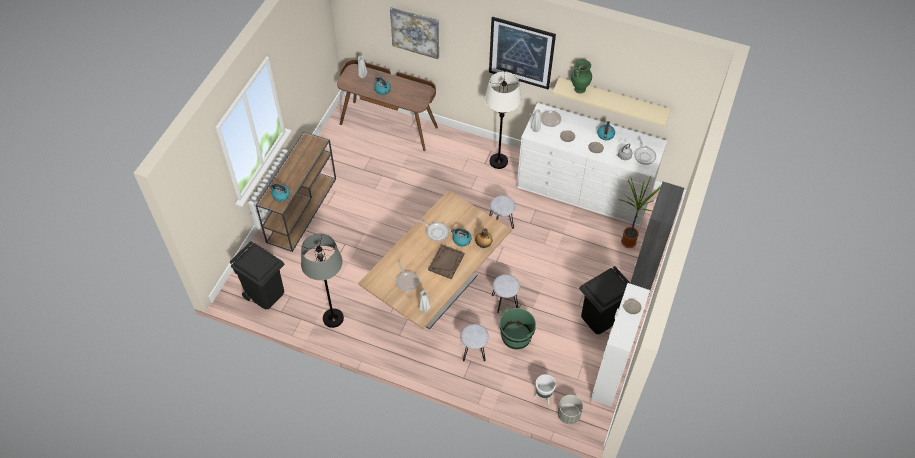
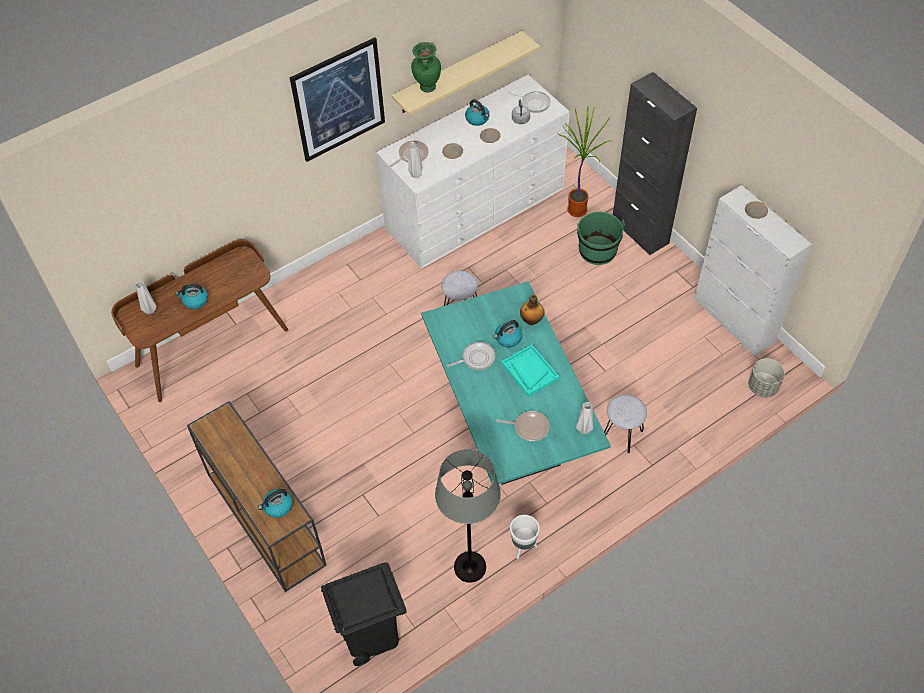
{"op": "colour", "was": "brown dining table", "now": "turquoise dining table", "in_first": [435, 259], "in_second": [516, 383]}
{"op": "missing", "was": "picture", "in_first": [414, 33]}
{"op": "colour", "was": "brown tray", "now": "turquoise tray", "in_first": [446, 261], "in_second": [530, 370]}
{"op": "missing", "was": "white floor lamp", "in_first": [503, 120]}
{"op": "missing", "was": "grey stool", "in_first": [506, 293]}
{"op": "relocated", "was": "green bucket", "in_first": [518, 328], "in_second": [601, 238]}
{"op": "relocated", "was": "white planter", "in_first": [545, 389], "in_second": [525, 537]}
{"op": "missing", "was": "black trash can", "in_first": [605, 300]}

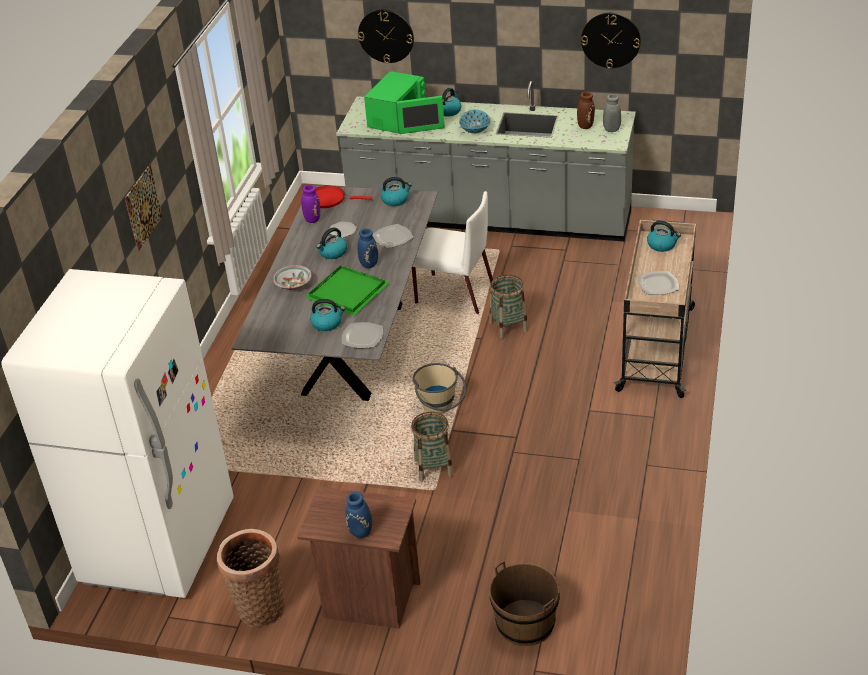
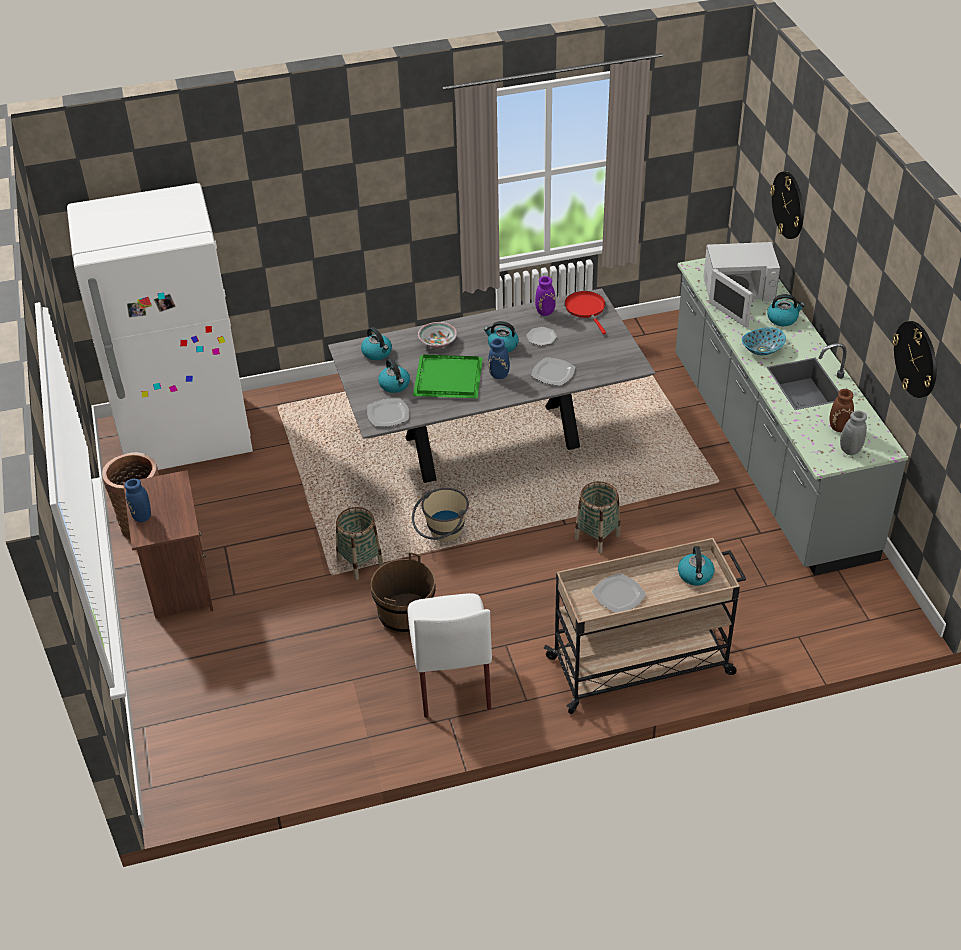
{"op": "missing", "was": "picture", "in_first": [143, 208]}
{"op": "colour", "was": "green microwave", "now": "white microwave", "in_first": [404, 102], "in_second": [741, 285]}
{"op": "relocated", "was": "kettle", "in_first": [396, 191], "in_second": [376, 343]}
{"op": "relocated", "was": "white chair", "in_first": [452, 252], "in_second": [449, 655]}
{"op": "relocated", "was": "brown bucket", "in_first": [524, 603], "in_second": [403, 593]}

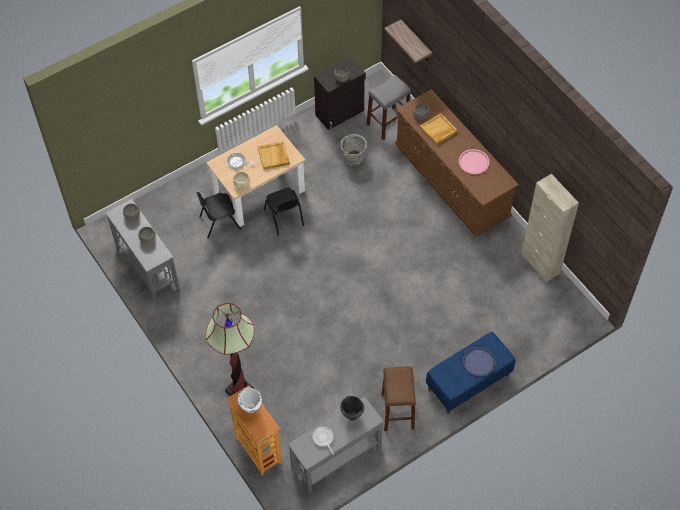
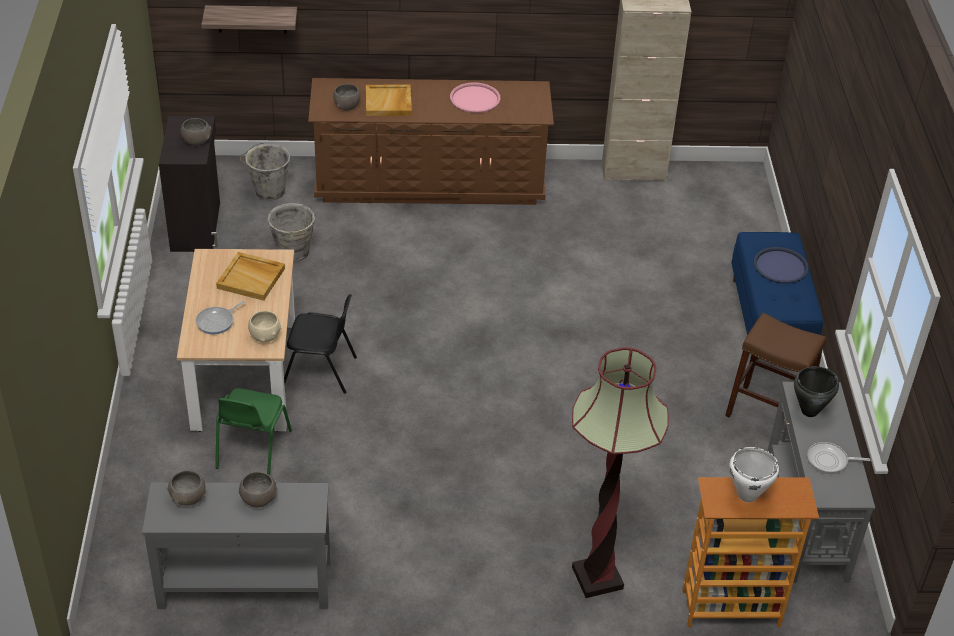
{"op": "colour", "was": "black chair", "now": "green chair", "in_first": [218, 215], "in_second": [253, 431]}
{"op": "exchanged", "was": "grey stool", "now": "grey bucket", "in_first": [389, 107], "in_second": [265, 172]}

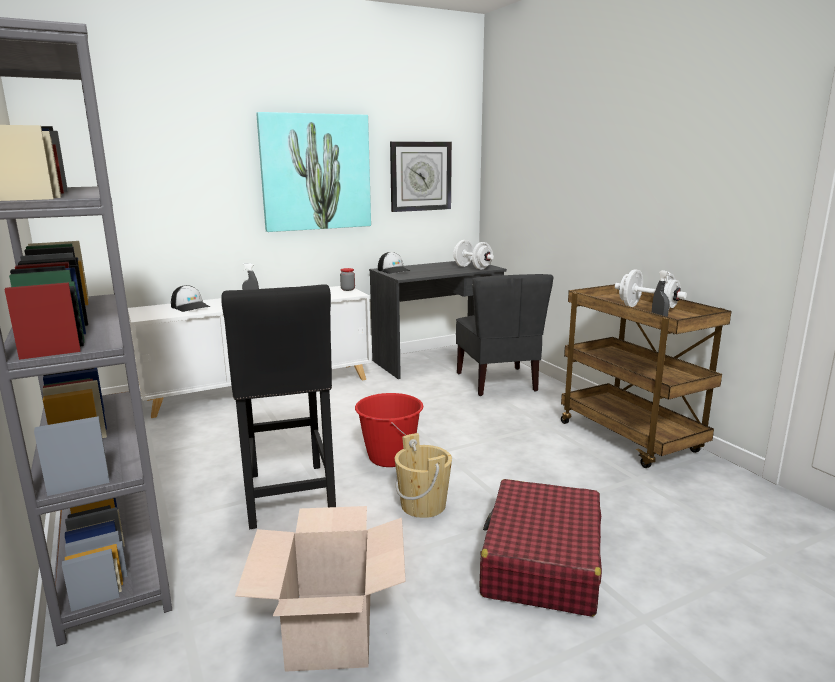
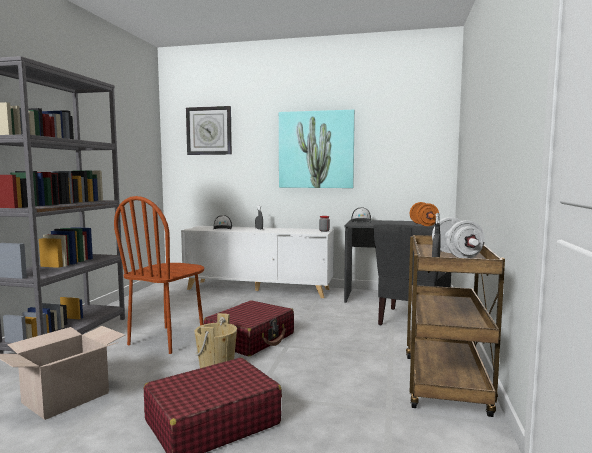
{"op": "exchanged", "was": "black stool", "now": "brown chair", "in_first": [278, 406], "in_second": [159, 275]}
{"op": "exchanged", "was": "red bucket", "now": "red suitcase", "in_first": [389, 430], "in_second": [249, 328]}
{"op": "relocated", "was": "wall clock", "in_first": [421, 176], "in_second": [209, 130]}
{"op": "colour", "was": "white dumbbell", "now": "orange dumbbell", "in_first": [473, 254], "in_second": [424, 214]}

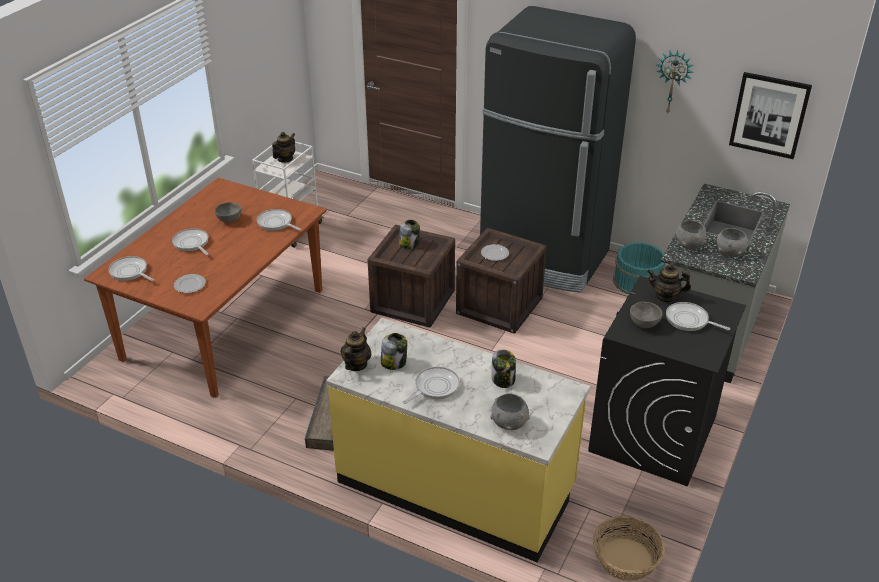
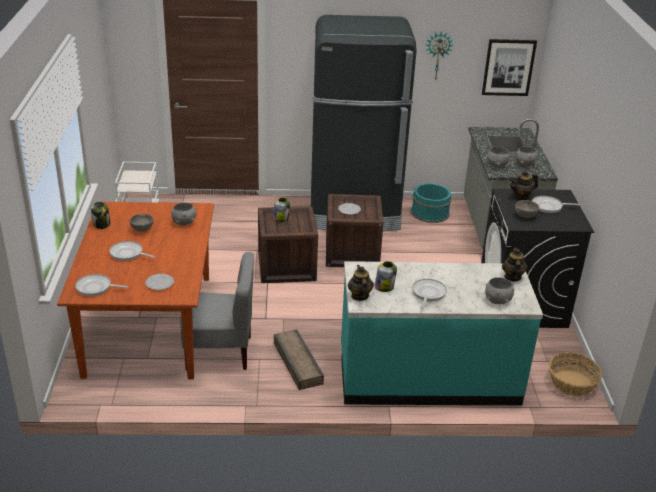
{"op": "exchanged", "was": "frying pan", "now": "grey bowl", "in_first": [279, 220], "in_second": [183, 214]}
{"op": "relocated", "was": "teapot", "in_first": [283, 147], "in_second": [515, 264]}
{"op": "colour", "was": "yellow counter", "now": "turquoise counter", "in_first": [458, 440], "in_second": [442, 333]}
{"op": "relocated", "was": "jar", "in_first": [504, 368], "in_second": [100, 215]}
{"op": "appeared", "now": "grey chair", "in_second": [217, 311]}

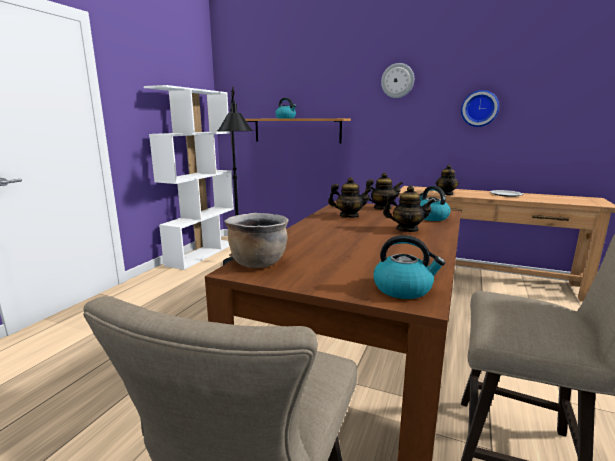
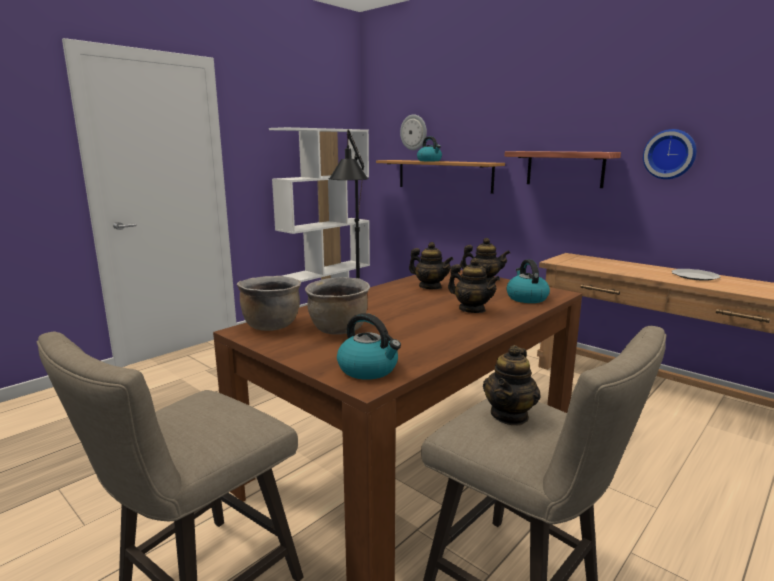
{"op": "relocated", "was": "wall clock", "in_first": [397, 80], "in_second": [413, 132]}
{"op": "relocated", "was": "teapot", "in_first": [447, 180], "in_second": [512, 385]}
{"op": "appeared", "now": "brown cooking pot", "in_second": [337, 306]}
{"op": "appeared", "now": "shelf", "in_second": [562, 169]}

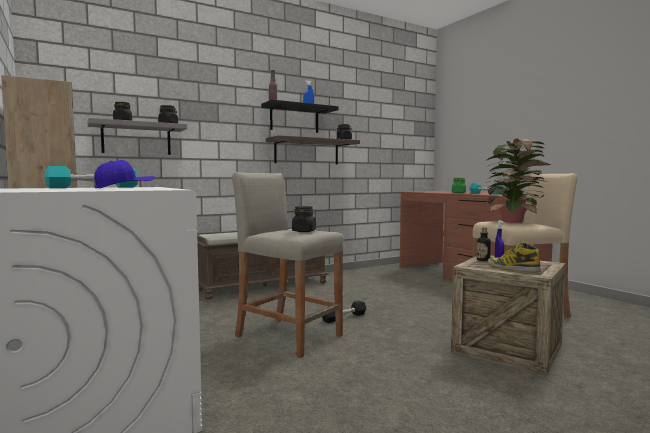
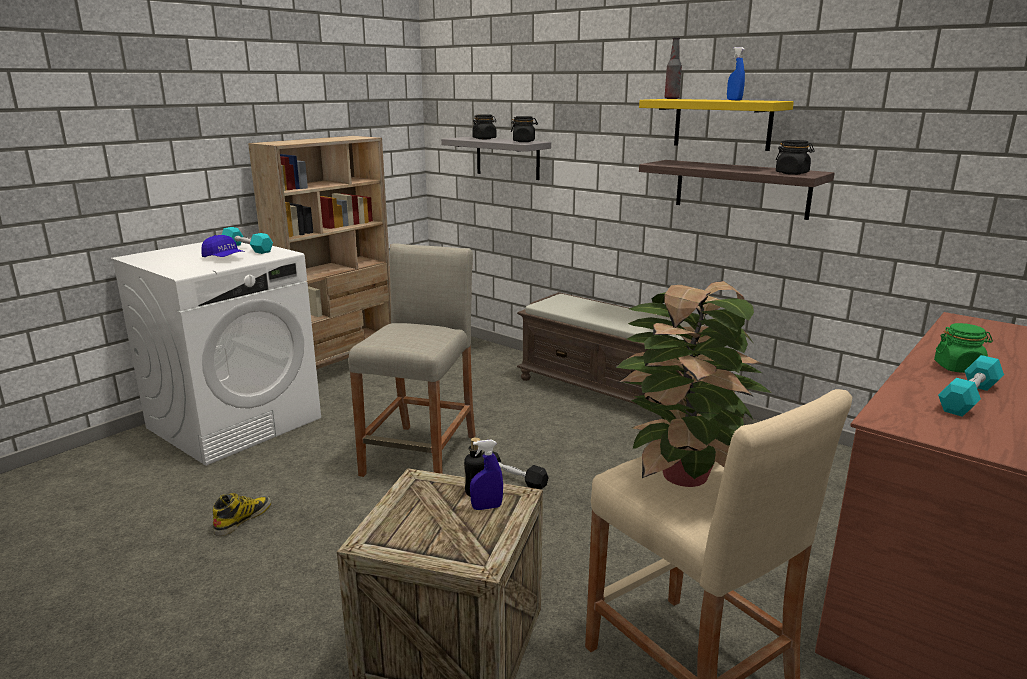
{"op": "colour", "was": "black shelf", "now": "yellow shelf", "in_first": [299, 116], "in_second": [716, 125]}
{"op": "missing", "was": "black jar", "in_first": [304, 219]}
{"op": "relocated", "was": "boot", "in_first": [514, 257], "in_second": [241, 514]}

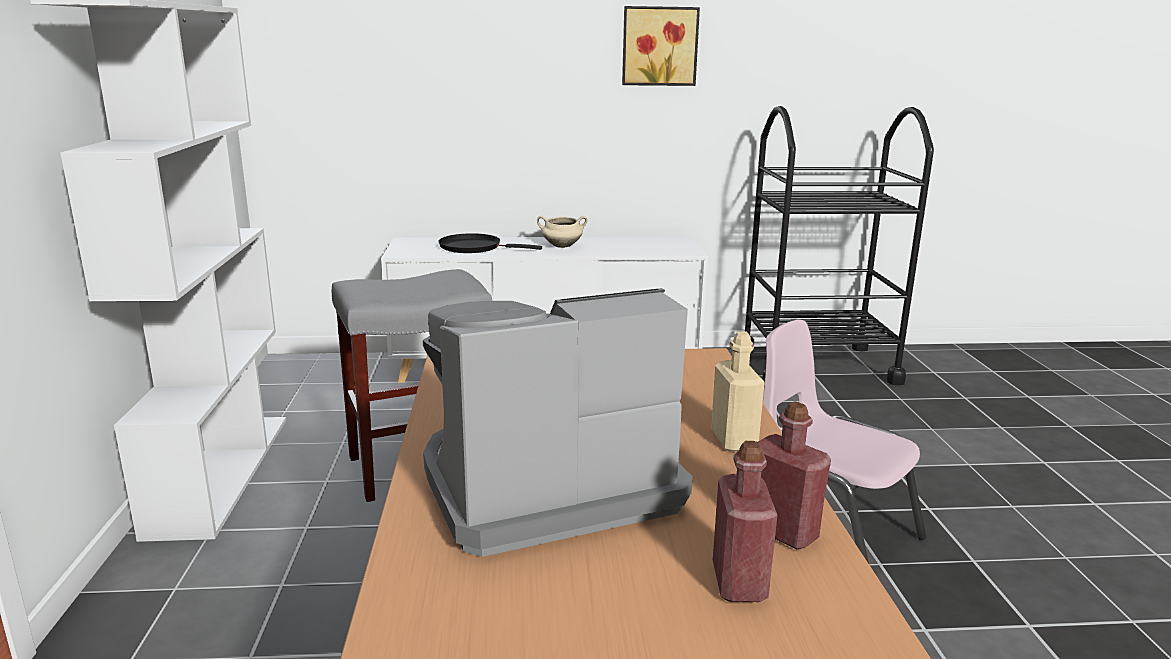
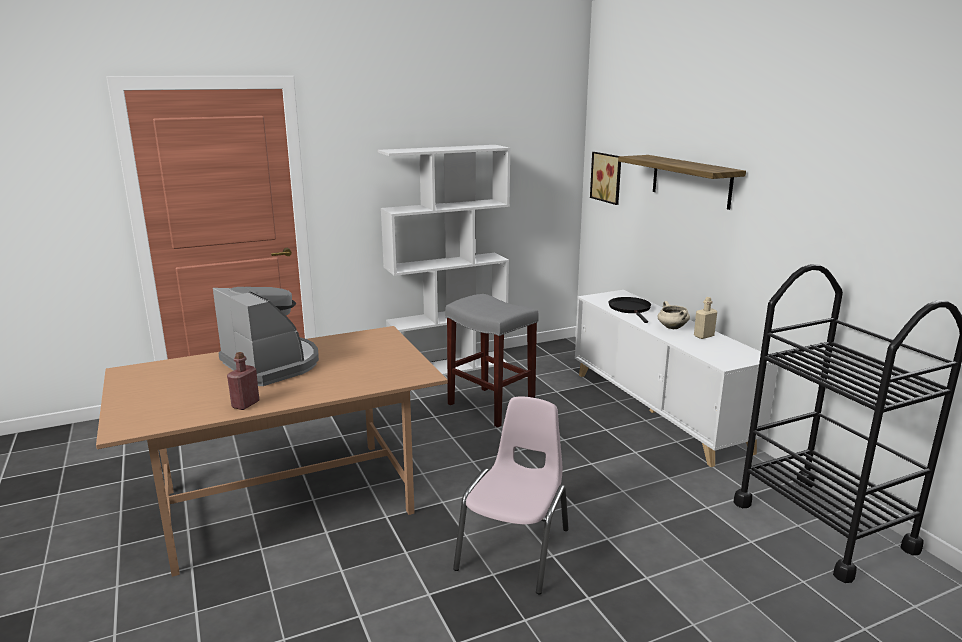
{"op": "relocated", "was": "picture", "in_first": [661, 46], "in_second": [605, 178]}
{"op": "relocated", "was": "beige bottle", "in_first": [738, 391], "in_second": [705, 318]}
{"op": "missing", "was": "red bottle", "in_first": [745, 521]}
{"op": "appeared", "now": "shelf", "in_second": [682, 182]}

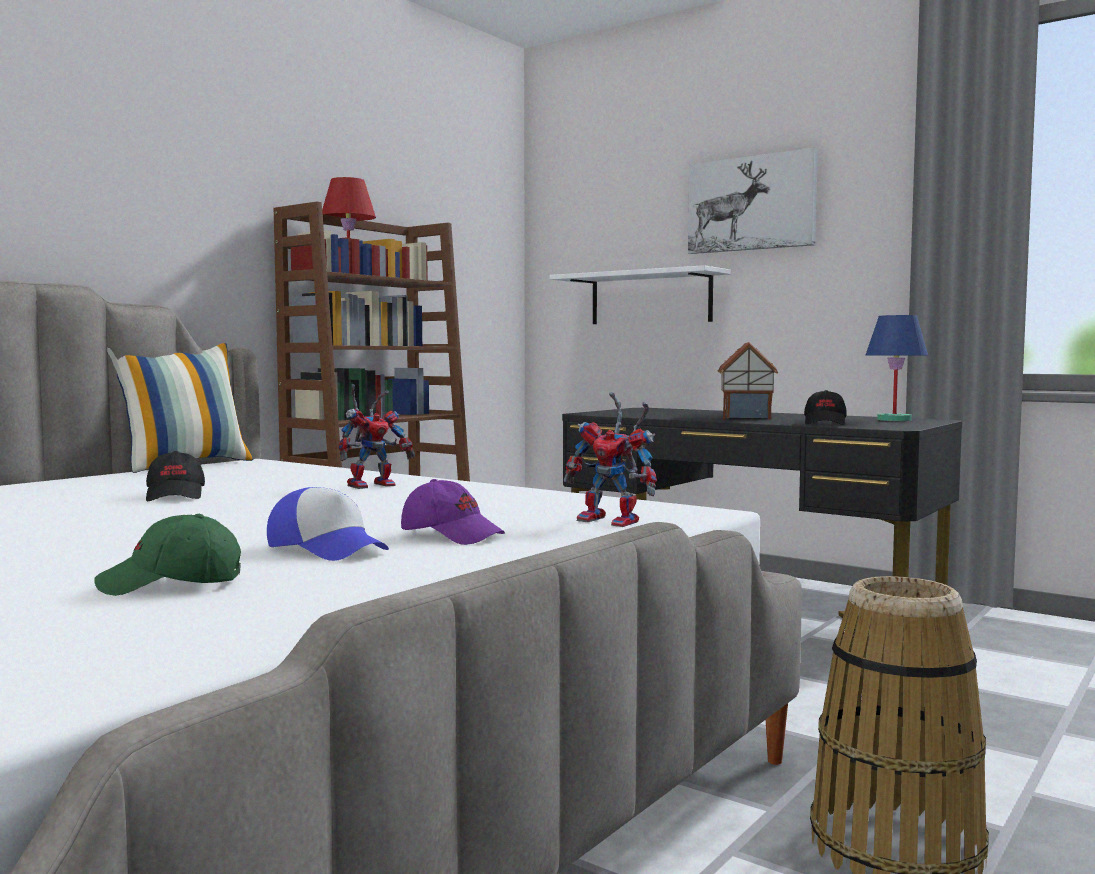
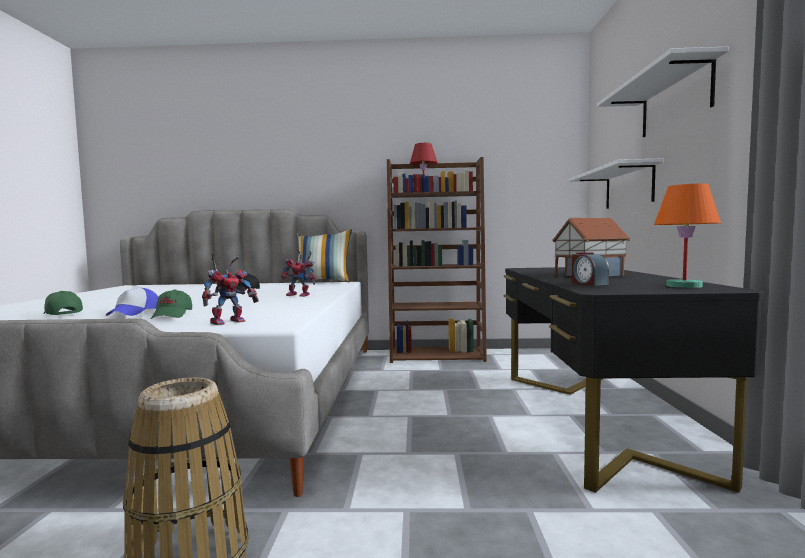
{"op": "colour", "was": "purple cap", "now": "green cap", "in_first": [453, 512], "in_second": [171, 304]}
{"op": "spun", "was": "toy robot", "in_first": [610, 459], "in_second": [230, 289], "clockwise": -135}
{"op": "exchanged", "was": "picture", "now": "white shelf", "in_first": [753, 201], "in_second": [663, 92]}
{"op": "exchanged", "was": "black cap", "now": "alarm clock", "in_first": [825, 407], "in_second": [590, 269]}
{"op": "colour", "was": "blue table lamp", "now": "orange table lamp", "in_first": [897, 368], "in_second": [687, 235]}

